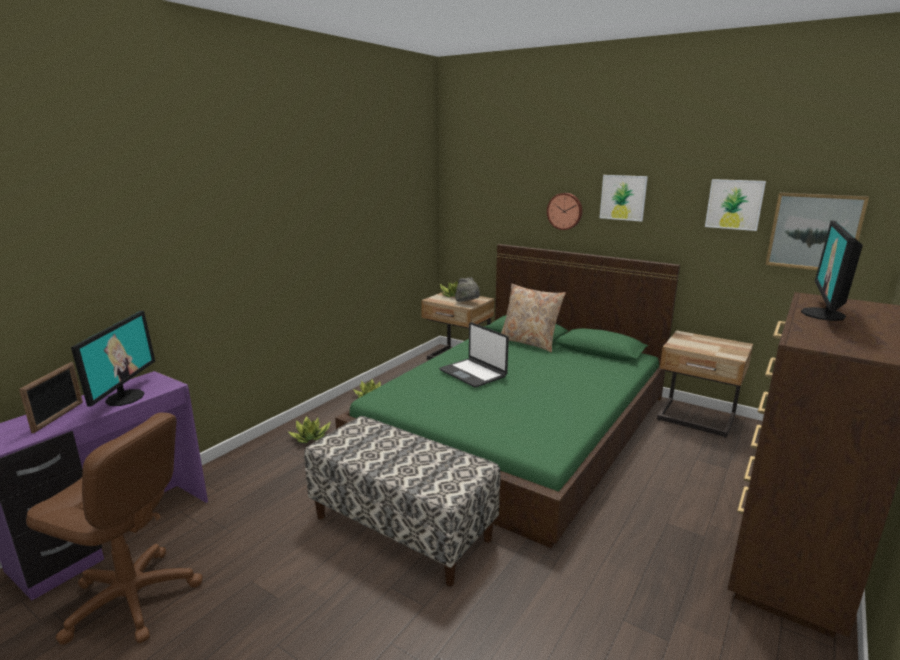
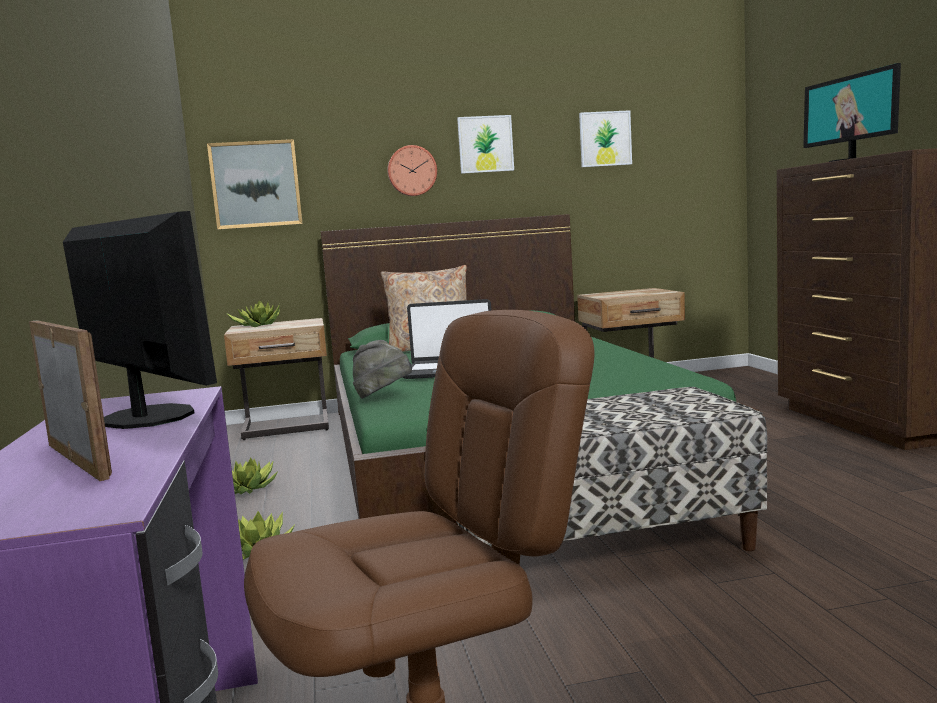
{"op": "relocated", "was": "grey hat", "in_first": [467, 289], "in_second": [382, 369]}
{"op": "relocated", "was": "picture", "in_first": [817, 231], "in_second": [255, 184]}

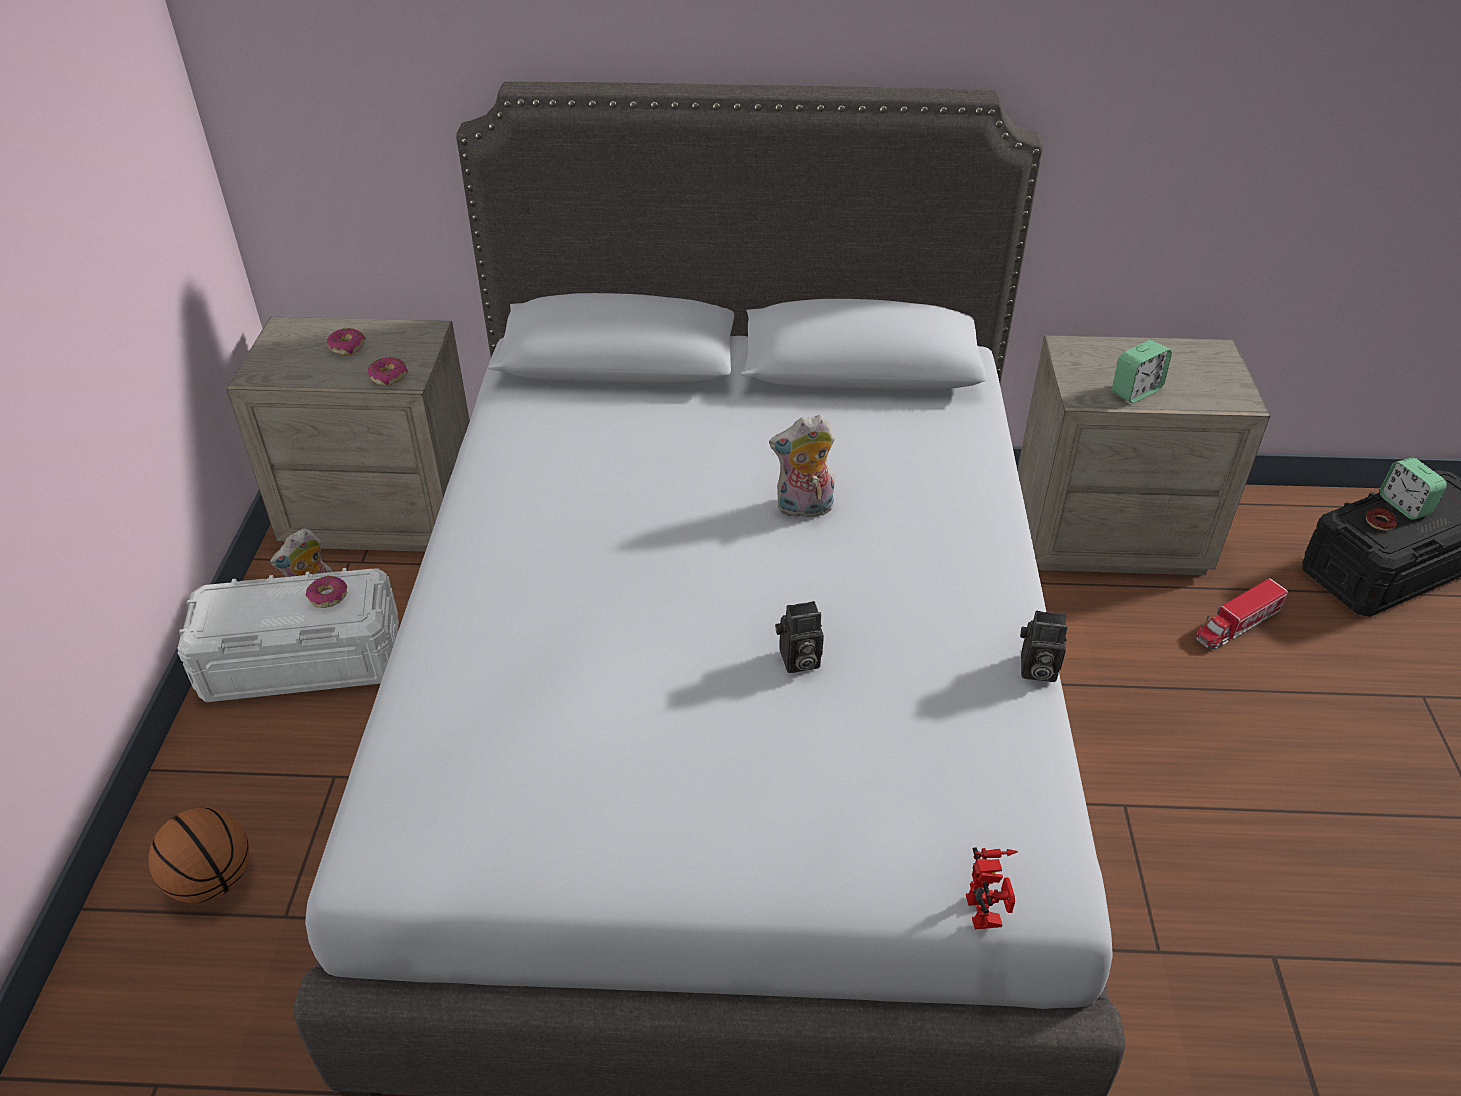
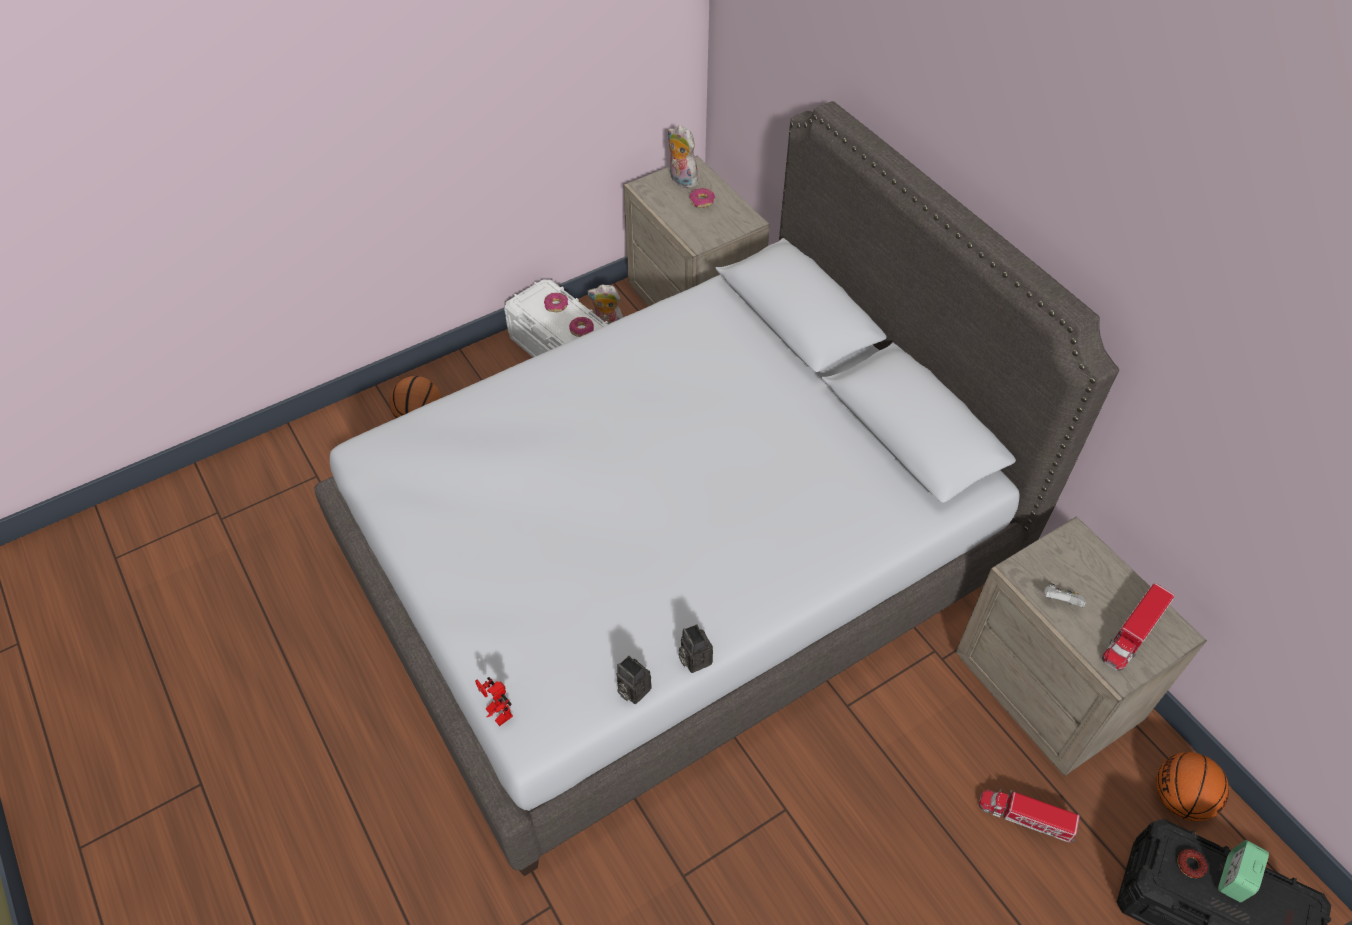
{"op": "relocated", "was": "donut", "in_first": [388, 371], "in_second": [556, 302]}
{"op": "relocated", "was": "plush toy", "in_first": [802, 466], "in_second": [682, 157]}
{"op": "relocated", "was": "photo camera", "in_first": [799, 637], "in_second": [634, 680]}
{"op": "spun", "was": "toy robot", "in_first": [992, 888], "in_second": [494, 701], "clockwise": 90}
{"op": "exchanged", "was": "alarm clock", "now": "white game controller", "in_first": [1142, 371], "in_second": [1065, 595]}
{"op": "appeared", "now": "toy truck", "in_second": [1138, 627]}
{"op": "appeared", "now": "basketball", "in_second": [1192, 786]}

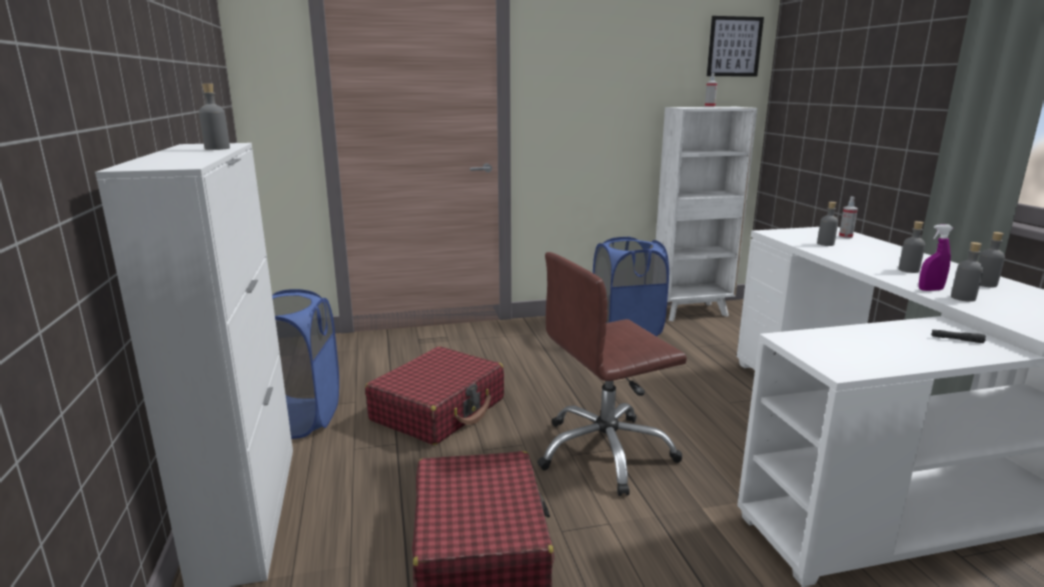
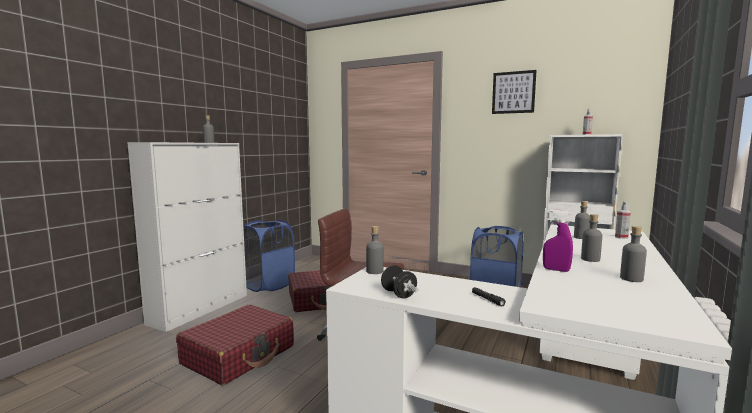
{"op": "relocated", "was": "picture", "in_first": [735, 46], "in_second": [514, 92]}
{"op": "relocated", "was": "grey bottle", "in_first": [967, 272], "in_second": [375, 250]}
{"op": "appeared", "now": "black dumbbell", "in_second": [399, 282]}

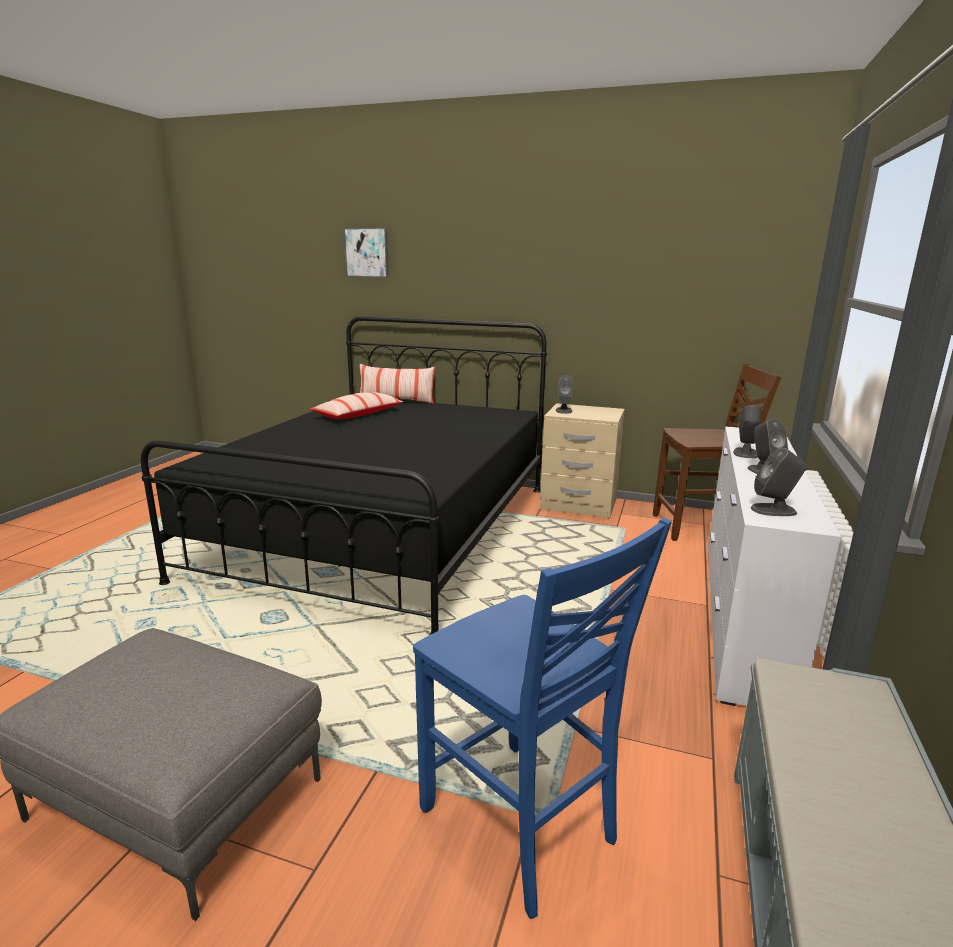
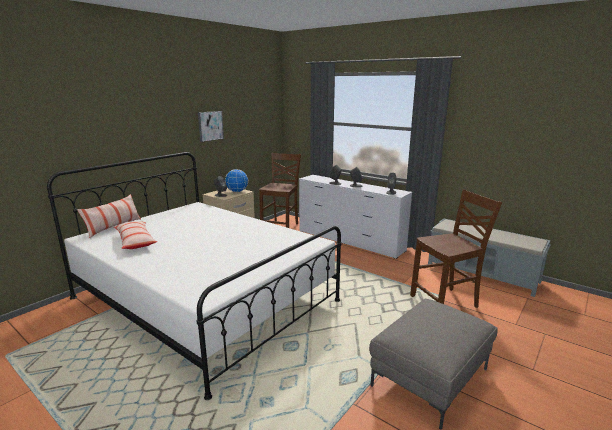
{"op": "colour", "was": "black bed", "now": "white bed", "in_first": [344, 475], "in_second": [194, 276]}
{"op": "relocated", "was": "picture", "in_first": [366, 252], "in_second": [211, 126]}
{"op": "colour", "was": "blue chair", "now": "brown chair", "in_first": [542, 718], "in_second": [456, 248]}
{"op": "appeared", "now": "globe", "in_second": [236, 180]}

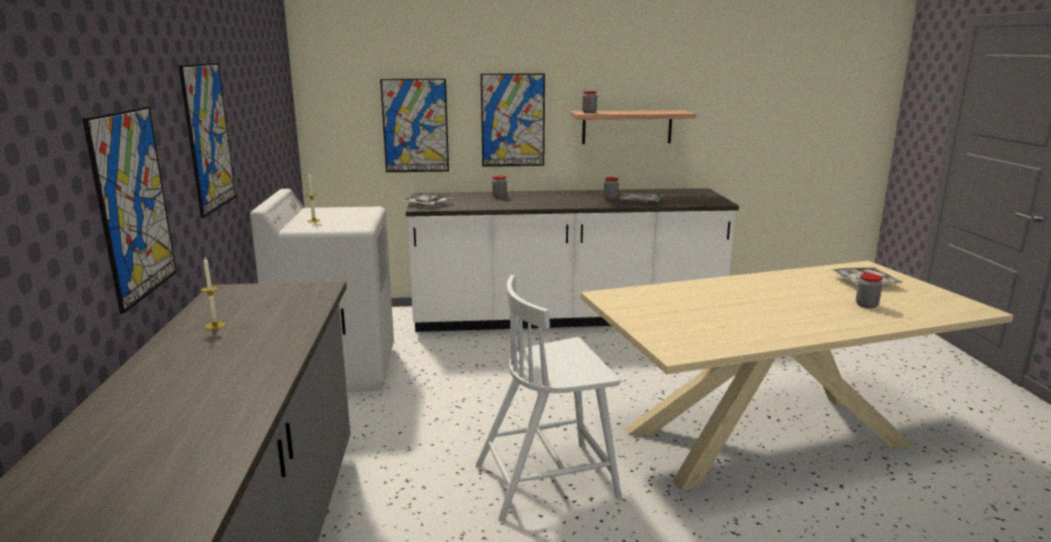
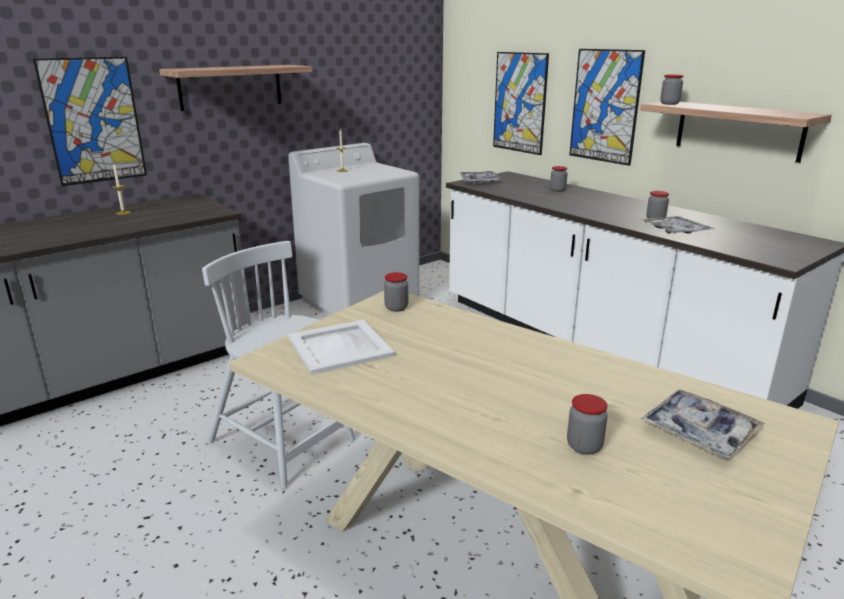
{"op": "exchanged", "was": "picture", "now": "shelf", "in_first": [207, 140], "in_second": [236, 88]}
{"op": "appeared", "now": "white tray", "in_second": [341, 347]}
{"op": "appeared", "now": "jar", "in_second": [396, 292]}

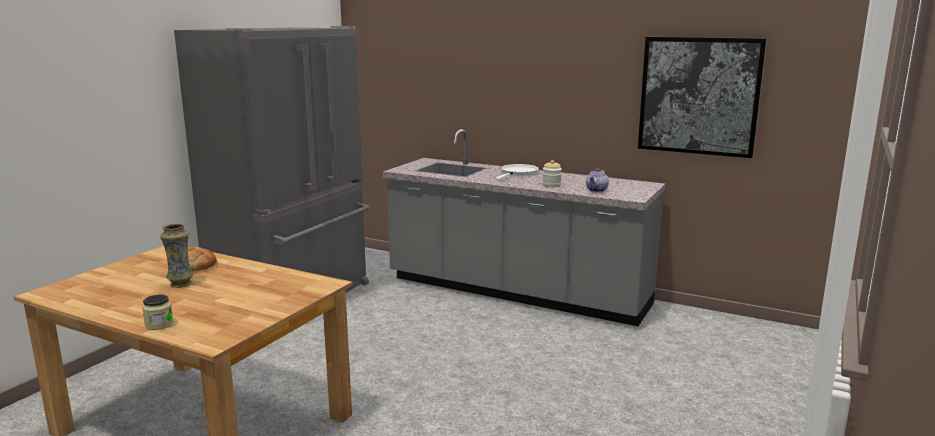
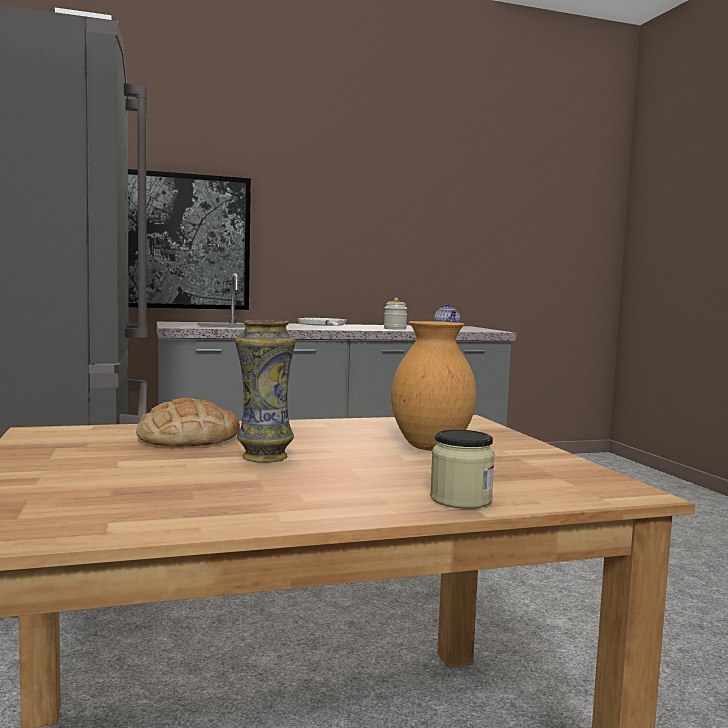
{"op": "relocated", "was": "picture", "in_first": [702, 97], "in_second": [189, 239]}
{"op": "appeared", "now": "brown vase", "in_second": [433, 386]}

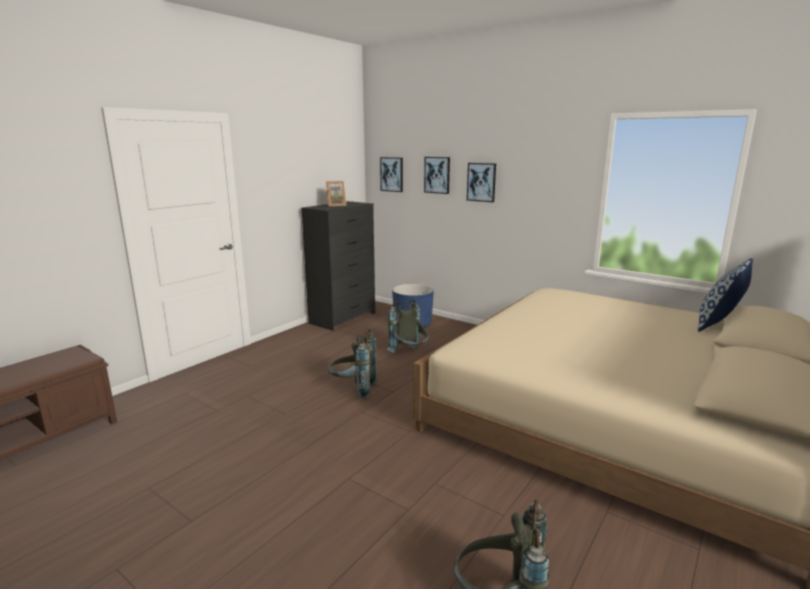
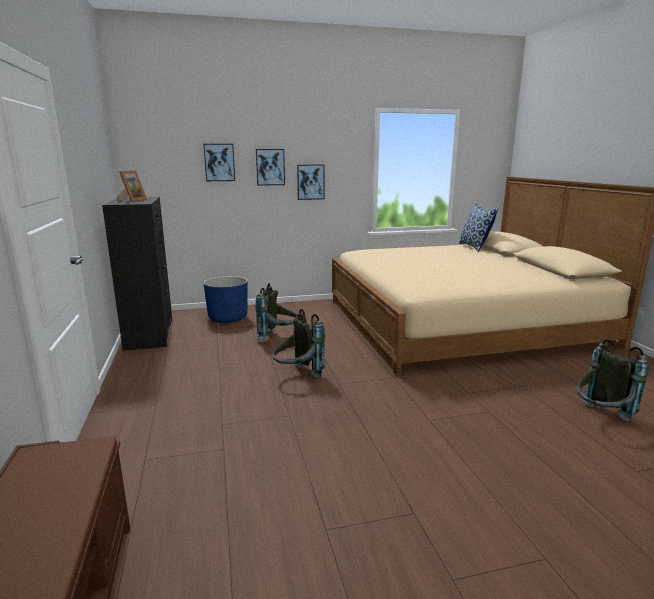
{"op": "relocated", "was": "picture", "in_first": [391, 174], "in_second": [311, 182]}

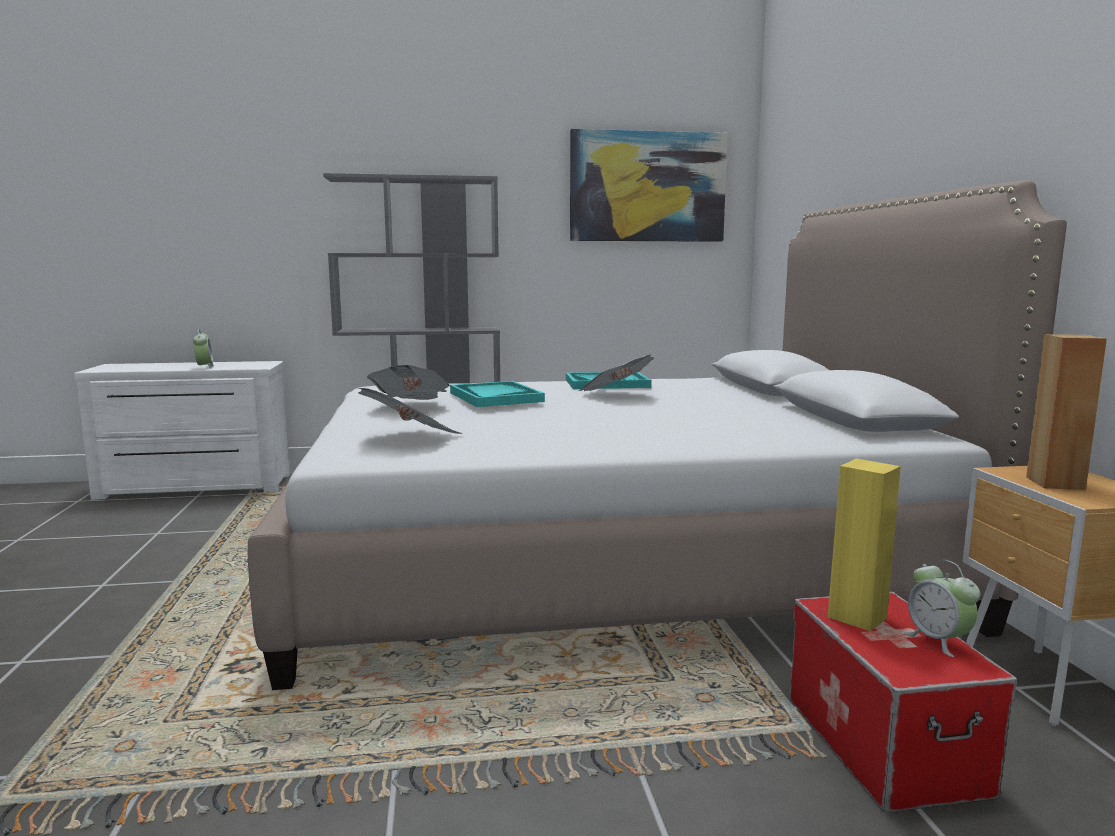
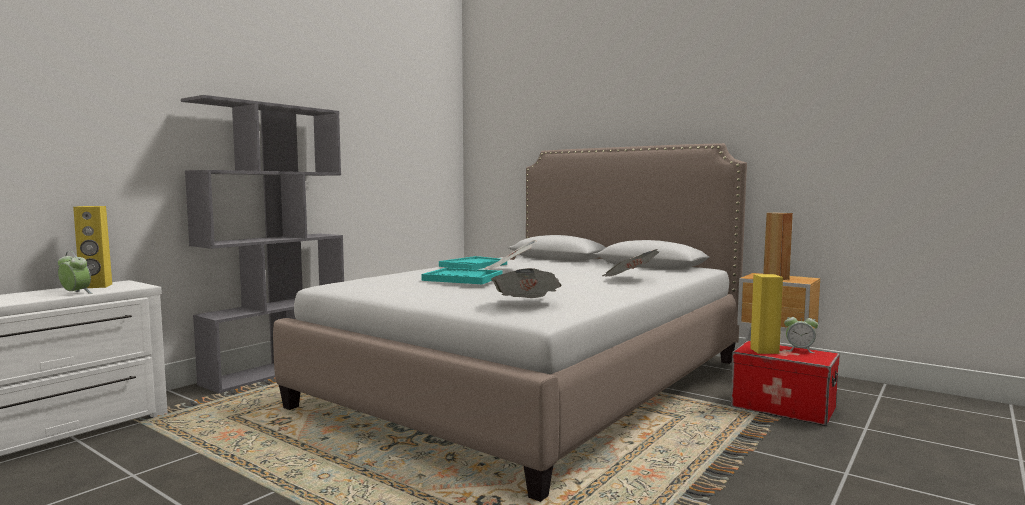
{"op": "relocated", "was": "newspaper", "in_first": [408, 382], "in_second": [630, 263]}
{"op": "missing", "was": "picture", "in_first": [649, 185]}
{"op": "appeared", "now": "yellow speaker", "in_second": [92, 247]}

